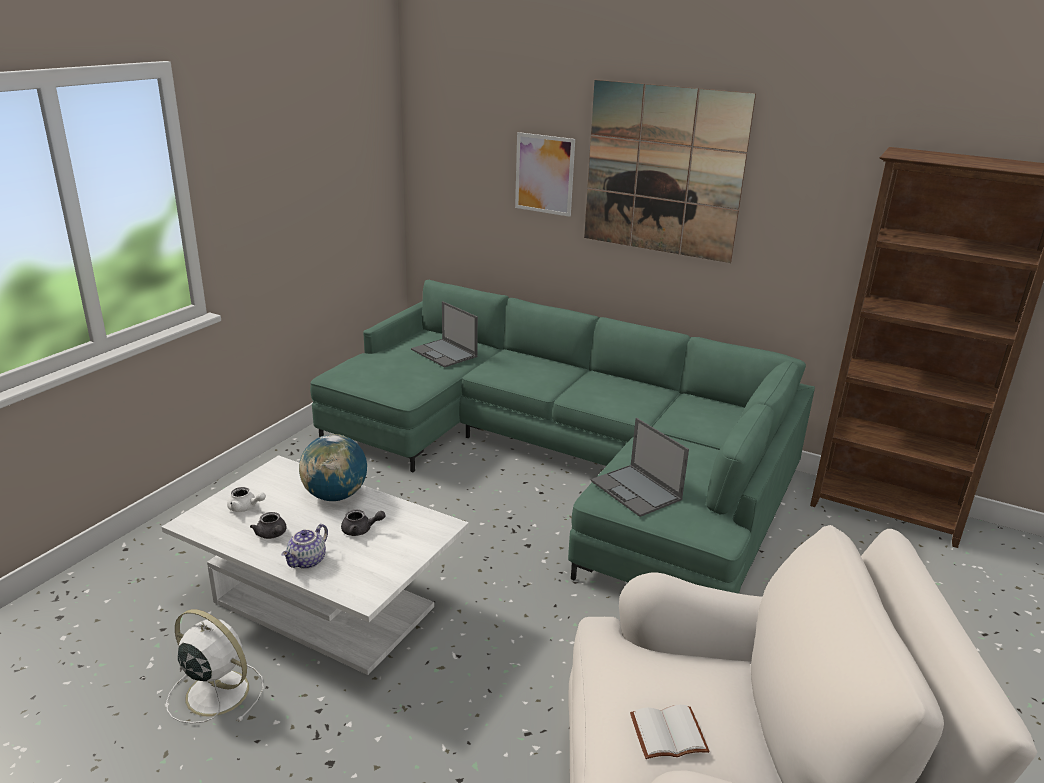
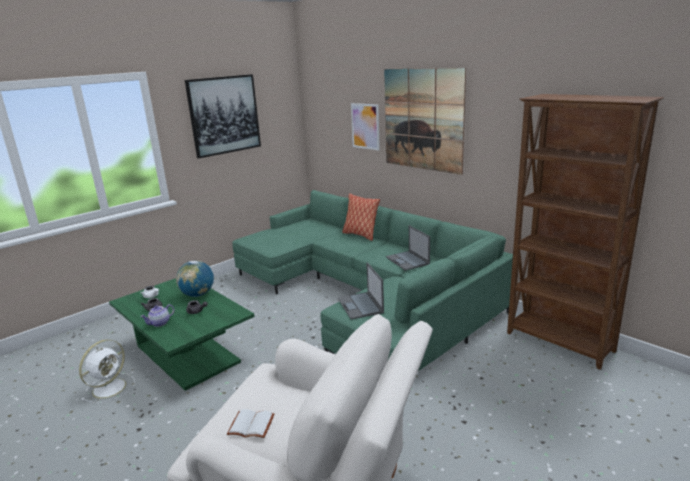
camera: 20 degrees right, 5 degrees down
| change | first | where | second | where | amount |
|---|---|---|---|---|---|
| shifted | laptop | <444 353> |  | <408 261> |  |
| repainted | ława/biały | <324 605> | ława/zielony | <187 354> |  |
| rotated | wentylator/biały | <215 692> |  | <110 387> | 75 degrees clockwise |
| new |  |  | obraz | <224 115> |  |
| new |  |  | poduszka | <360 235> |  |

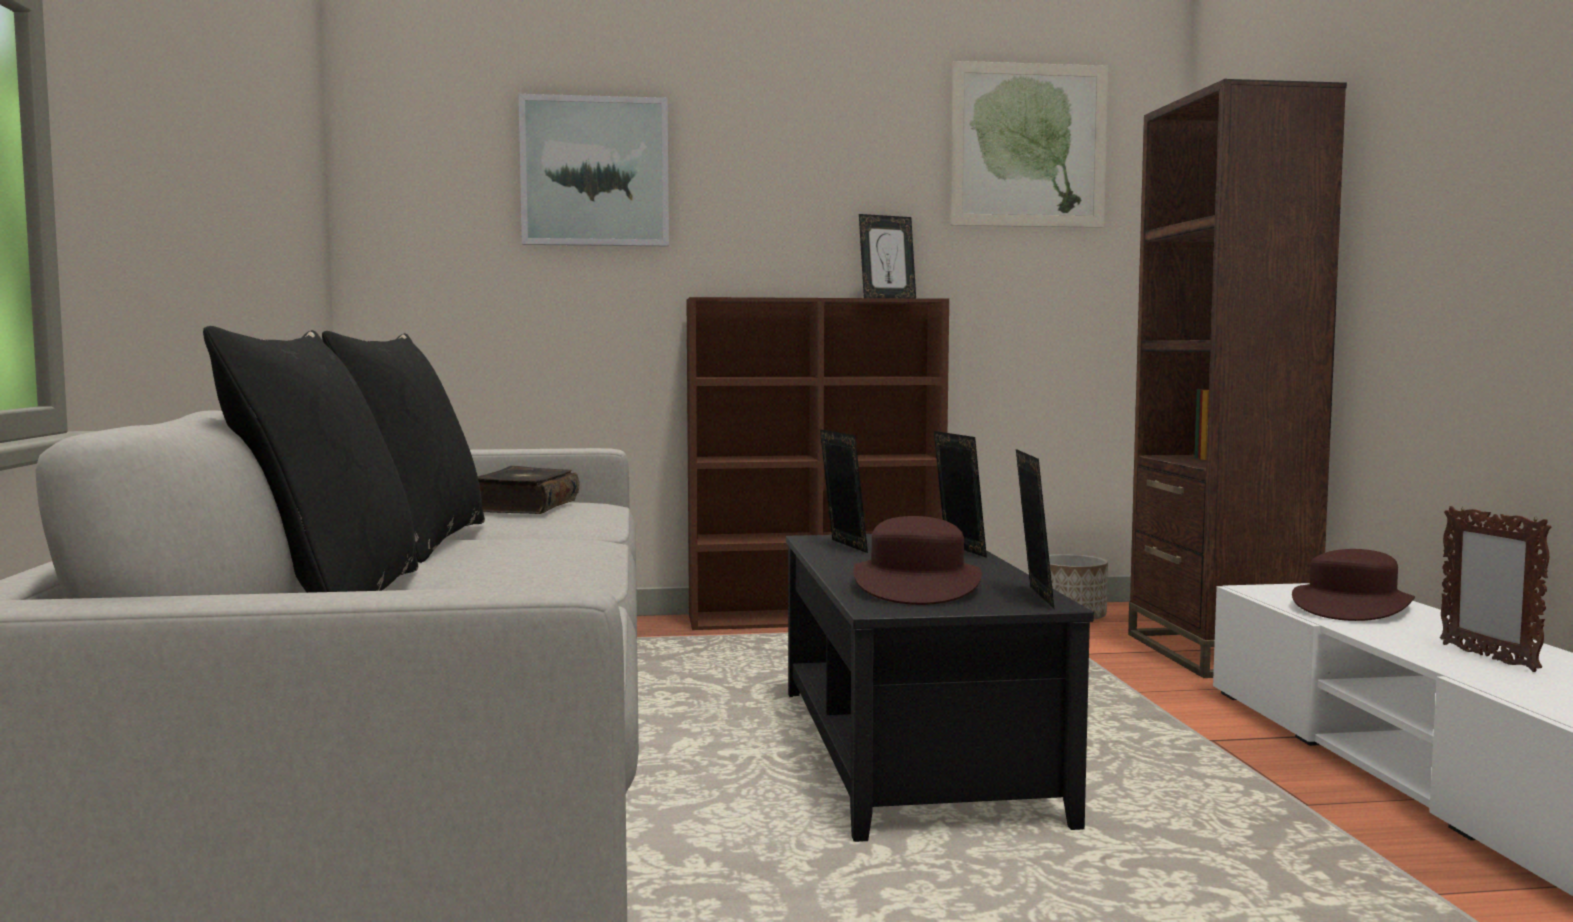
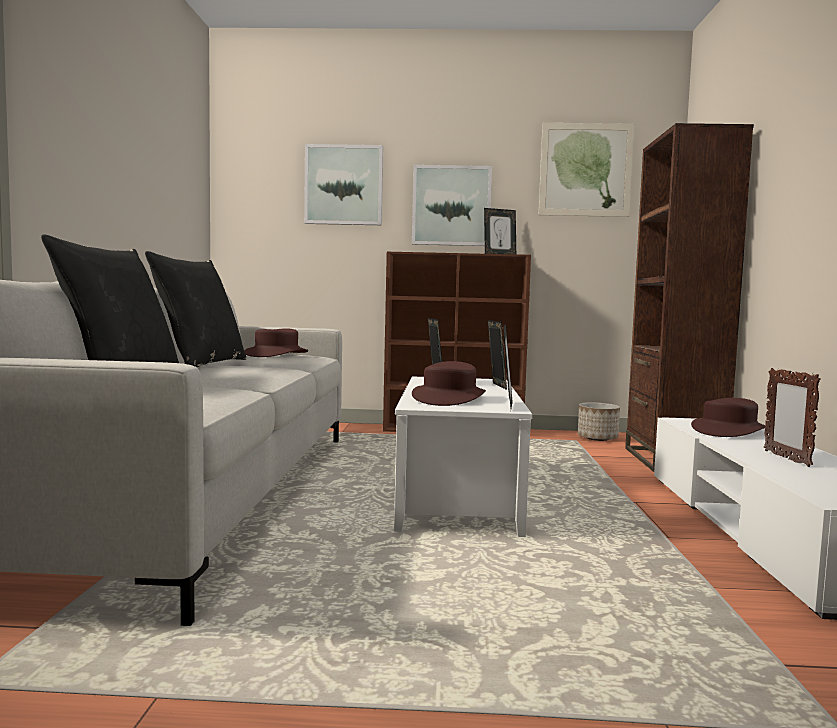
camera: 10 degrees right, 0 degrees up
| change | first | where | second | where | amount |
|---|---|---|---|---|---|
| swapped | książka | <524 507> | kapelusz/brązowy | <276 355> |  |
| repainted | ława/czarny | <908 754> | ława/biały | <455 495> |  |
| new |  |  | obraz | <451 206> |  |

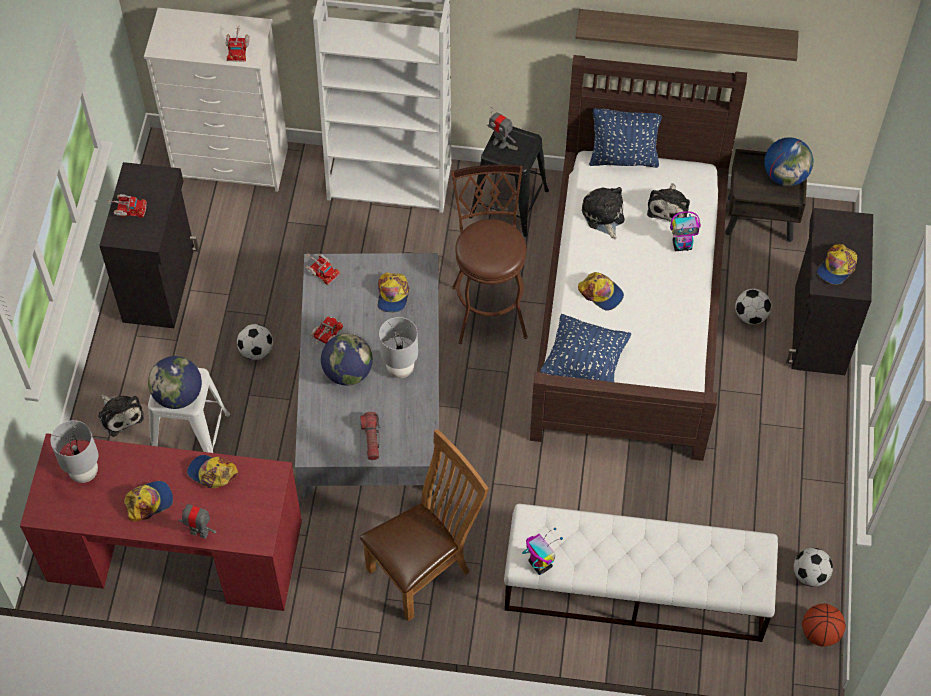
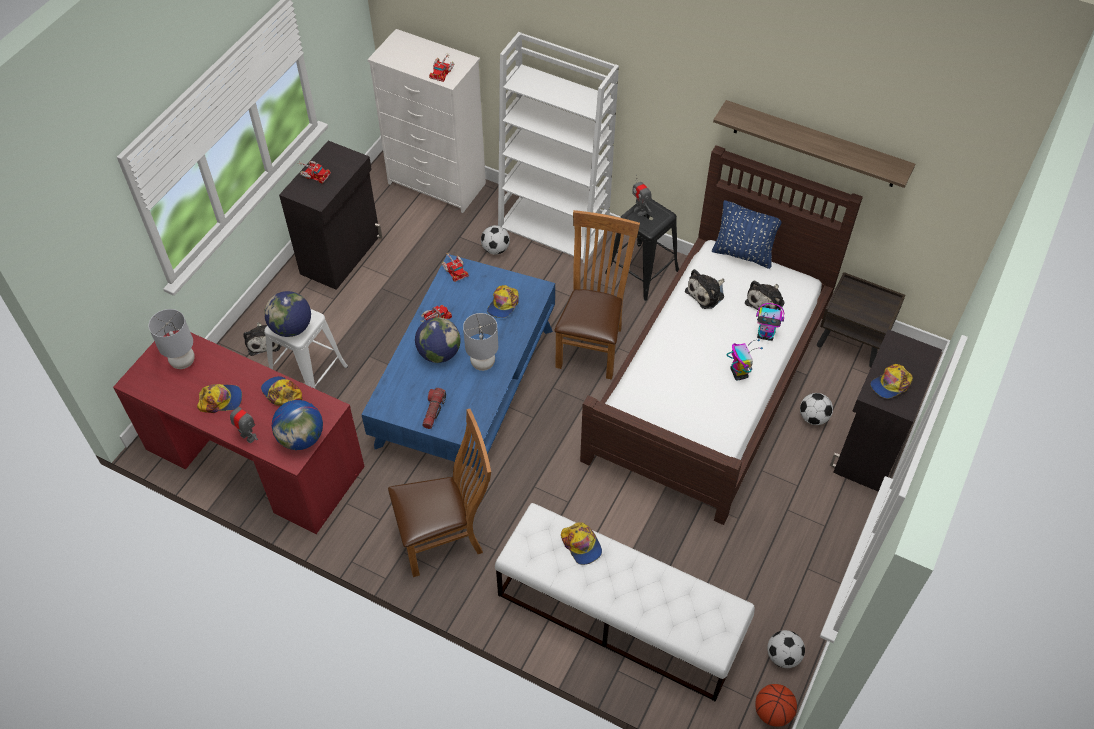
camera: 20 degrees right, 5 degrees down
| change | first | where | second | where | amount |
|---|---|---|---|---|---|
| shifted | globus | <785 176> |  | <302 438> |  |
| swapped | stołek/brązowy | <489 305> | krzesło/brązowy | <592 344> |  |
| rotated | pluszak | <603 216> |  | <706 293> | 135 degrees counterclockwise |
| repainted | ława/szary | <372 396> | ława/niebieski | <465 387> |  |
| shifted | czapka z daszkiem | <601 293> |  | <581 545> |  |
| gone | poduszka/niebieski | <585 363> |  |  |  |
| shifted | piłka futbolowa | <256 351> |  | <495 249> |  |
| shifted | robot zabawkowy | <539 564> |  | <738 373> |  |

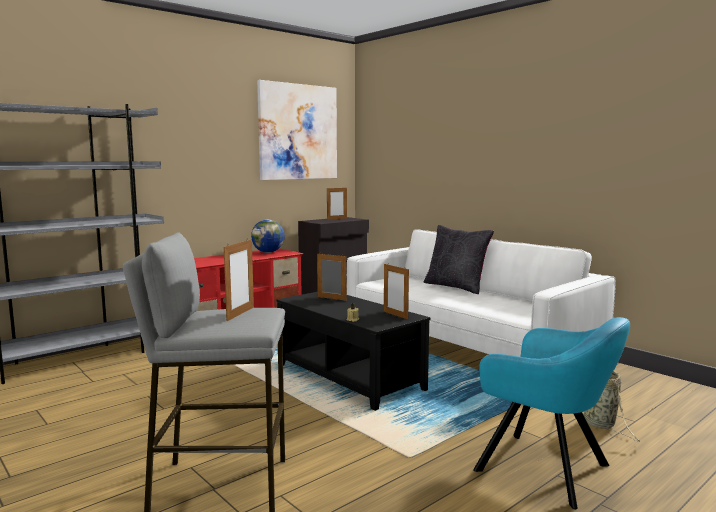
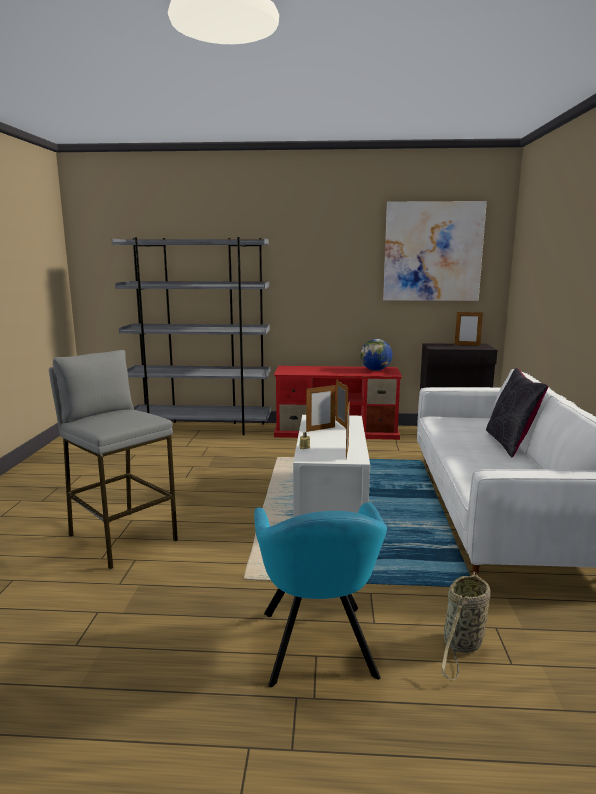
camera: 45 degrees right, 5 degrees up
| change | first | where | second | where | amount |
|---|---|---|---|---|---|
| shifted | ramka na zdjęcie | <240 314> |  | <320 429> |  |
| repainted | ława/czarny | <349 377> | ława/biały | <330 501> |  |

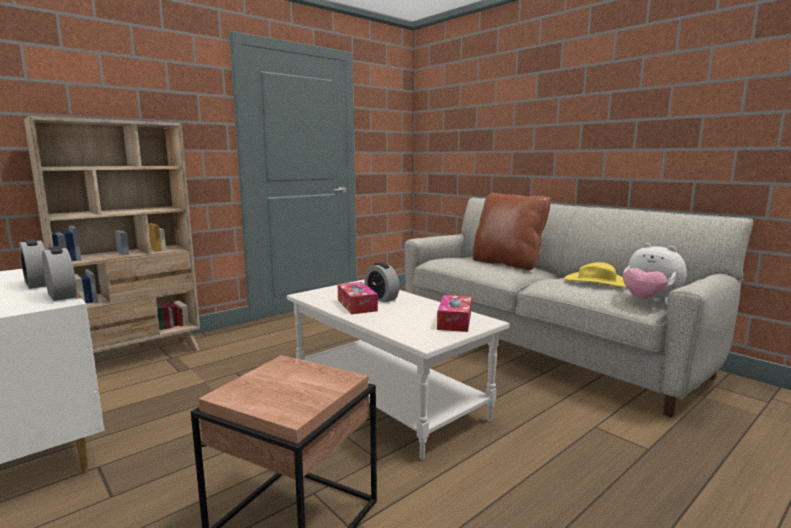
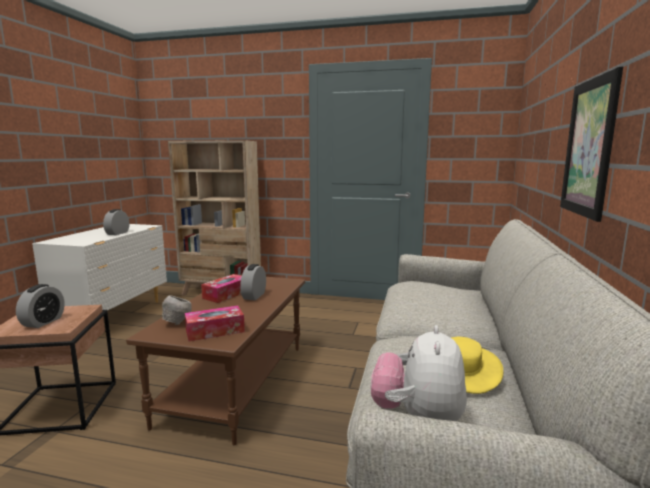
camera: 55 degrees right, 0 degrees up
| change | first | where | second | where | amount |
|---|---|---|---|---|---|
| gone | poduszka/brązowy | <507 264> |  |  |  |
| shifted | budzik | <62 295> |  | <43 322> |  |
| repainted | ława/biały | <389 398> | ława/brązowy | <237 383> |  |
| new |  |  | obraz | <589 147> |  |
| new |  |  | miska/szary | <177 323> |  |

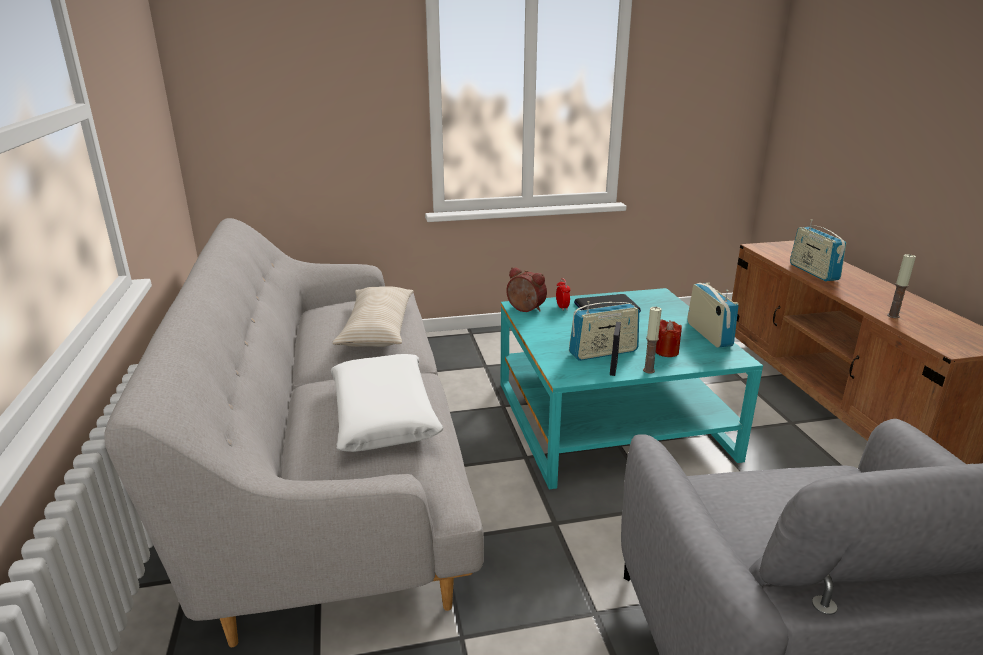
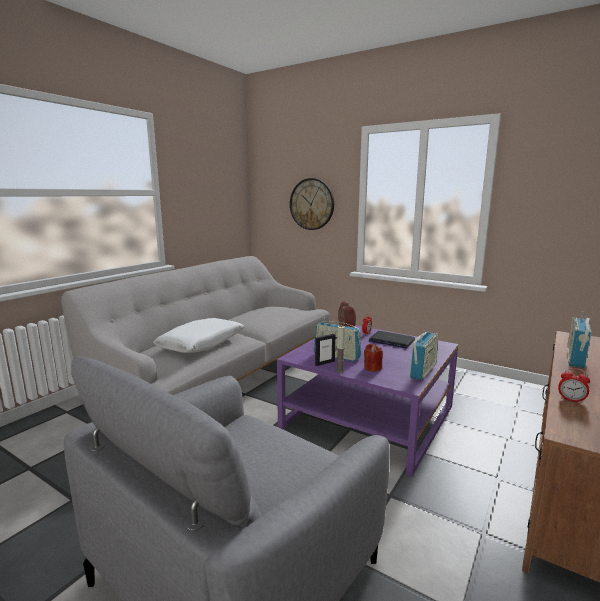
camera: 45 degrees right, 10 degrees down
| change | first | where | second | where | amount |
|---|---|---|---|---|---|
| swapped | świeca | <893 316> | budzik | <571 400> |  |
| gone | poduszka/beżowy | <377 328> |  |  |  |
| repainted | ława/turkusowy | <610 419> | ława/fioletowy | <368 416> |  |
| new |  |  | zegar ścienny | <312 204> |  |

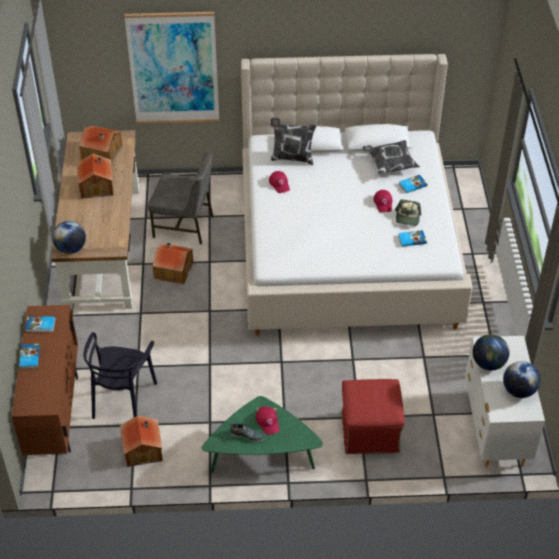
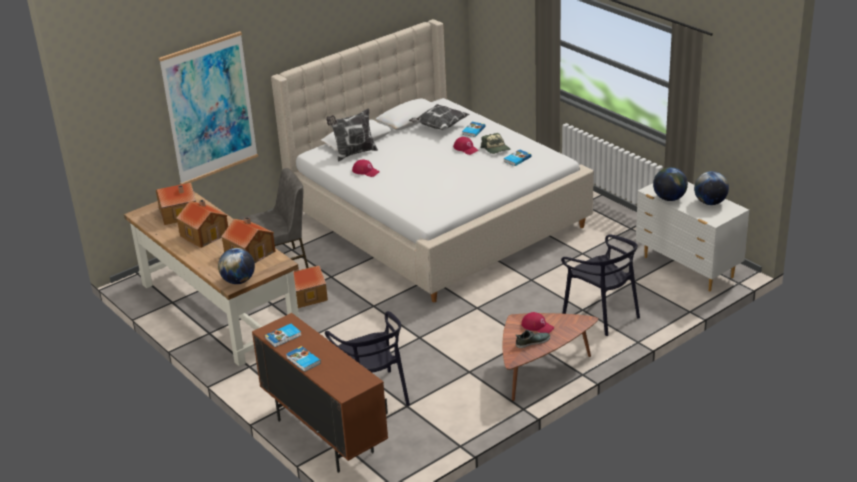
camera: 35 degrees left, 15 degrees down
| change | first | where | second | where | amount |
|---|---|---|---|---|---|
| swapped | pufa/czerwony | <369 432> | krzesło/czarny | <602 314> |  |
| repainted | ława/zielony | <262 455> | ława/brązowy | <540 369> |  |
| shifted | domek | <143 448> |  | <250 252> |  |

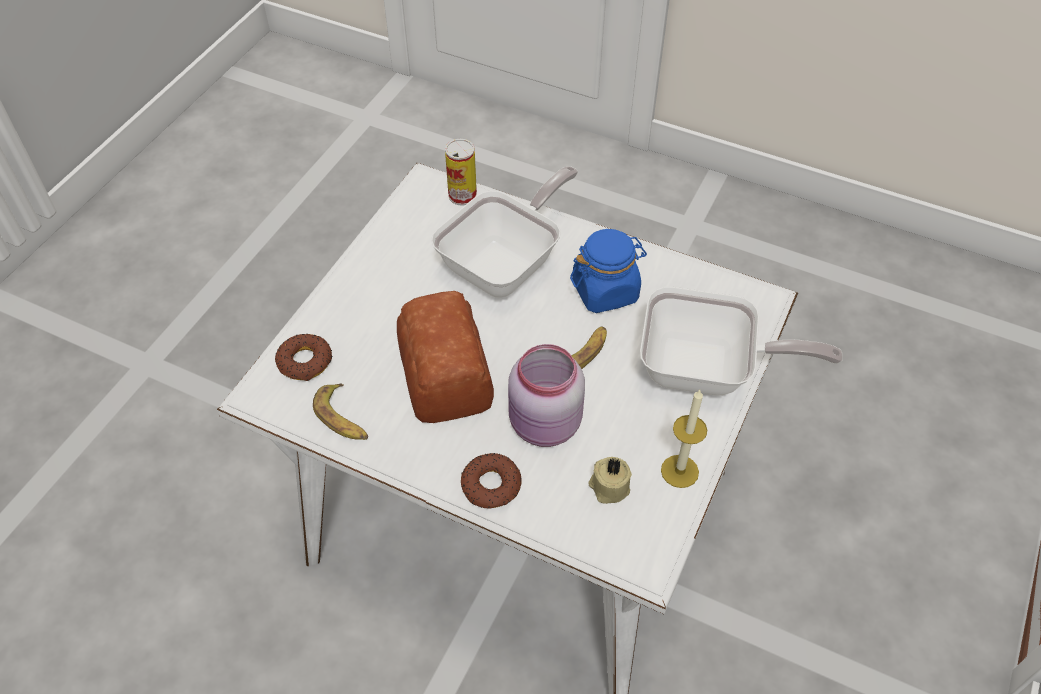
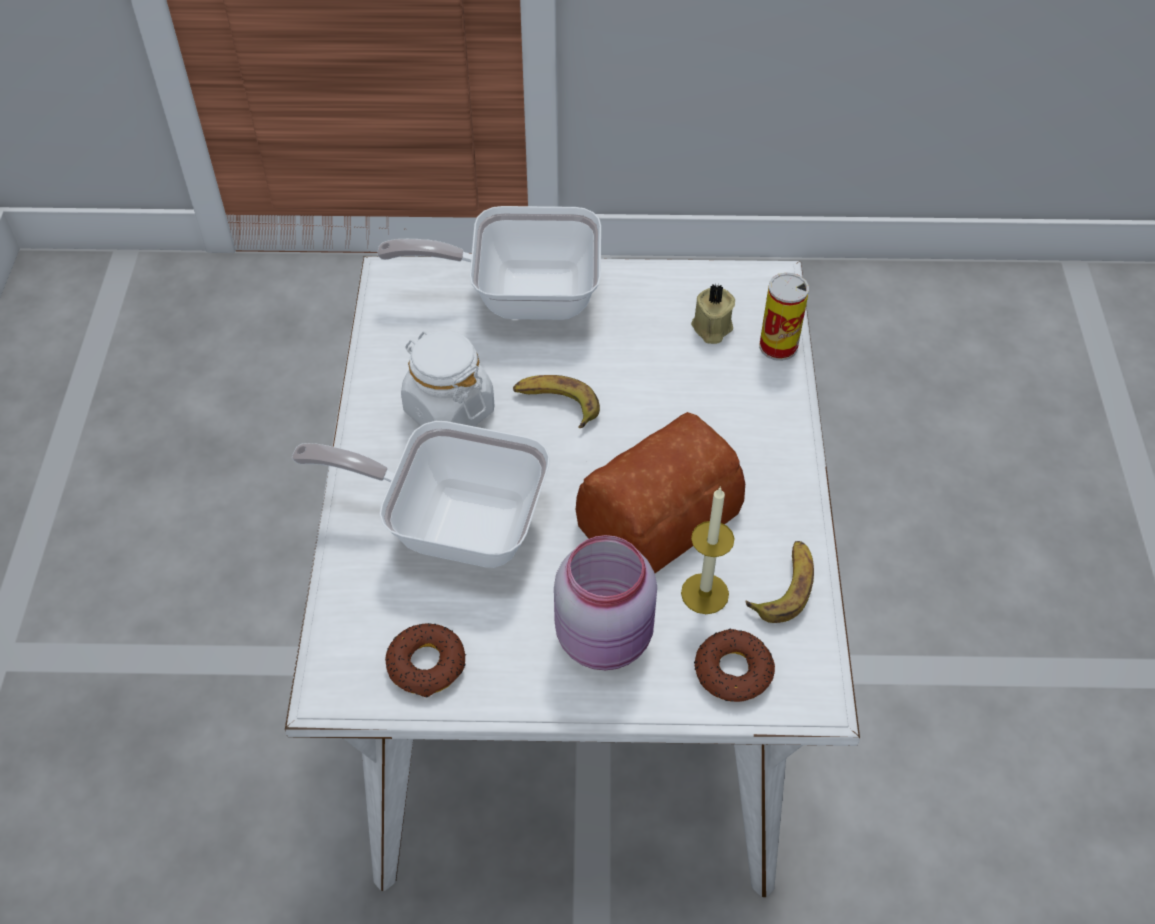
camera: 115 degrees left, 0 degrees up
| change | first | where | second | where | amount |
|---|---|---|---|---|---|
| shifted | puszka | <462 195> |  | <778 346> |  |
| repainted | słoik/niebieski | <605 291> | słoik/biały | <448 410> |  |
| rotated | patelnia | <707 371> |  | <520 295> | 75 degrees counterclockwise |
| shifted | słoik/różowy | <544 426> |  | <607 637> |  |
| shifted | świeca | <679 471> |  | <704 593> |  |
| shifted | donut | <490 485> |  | <426 664> |  |

